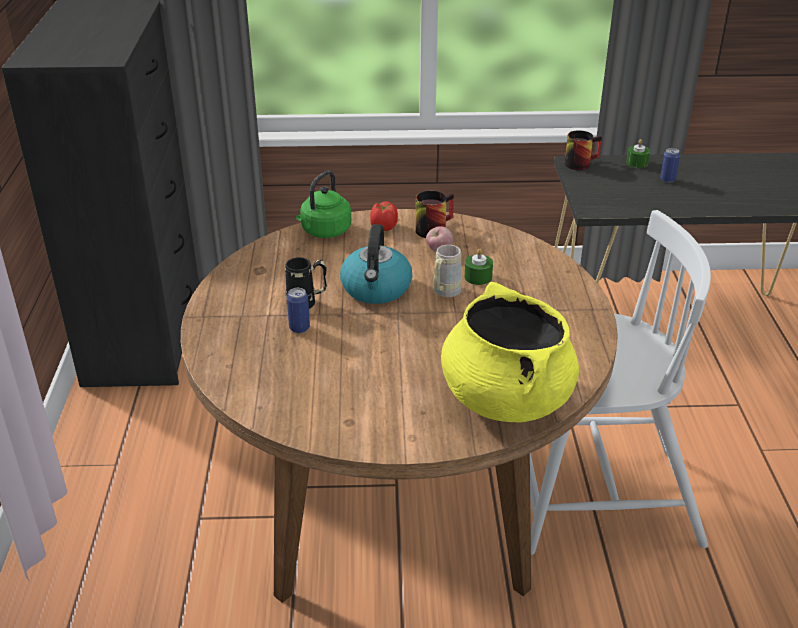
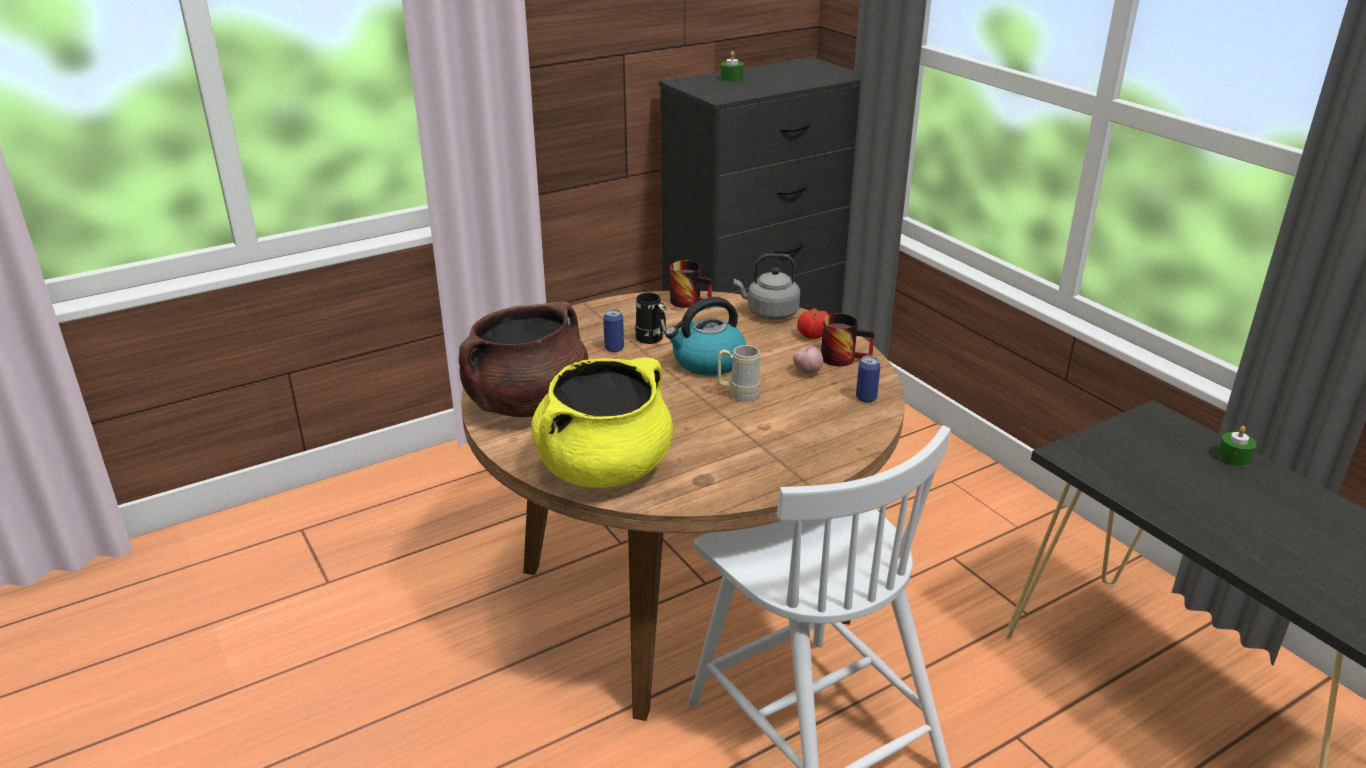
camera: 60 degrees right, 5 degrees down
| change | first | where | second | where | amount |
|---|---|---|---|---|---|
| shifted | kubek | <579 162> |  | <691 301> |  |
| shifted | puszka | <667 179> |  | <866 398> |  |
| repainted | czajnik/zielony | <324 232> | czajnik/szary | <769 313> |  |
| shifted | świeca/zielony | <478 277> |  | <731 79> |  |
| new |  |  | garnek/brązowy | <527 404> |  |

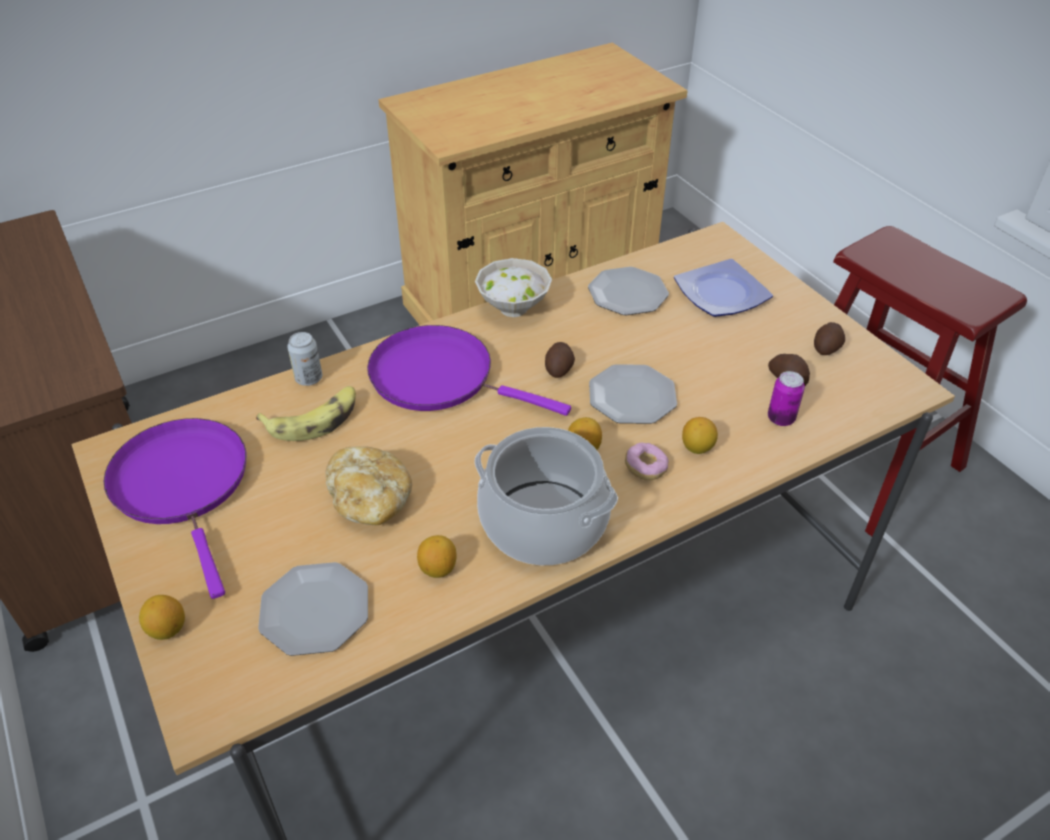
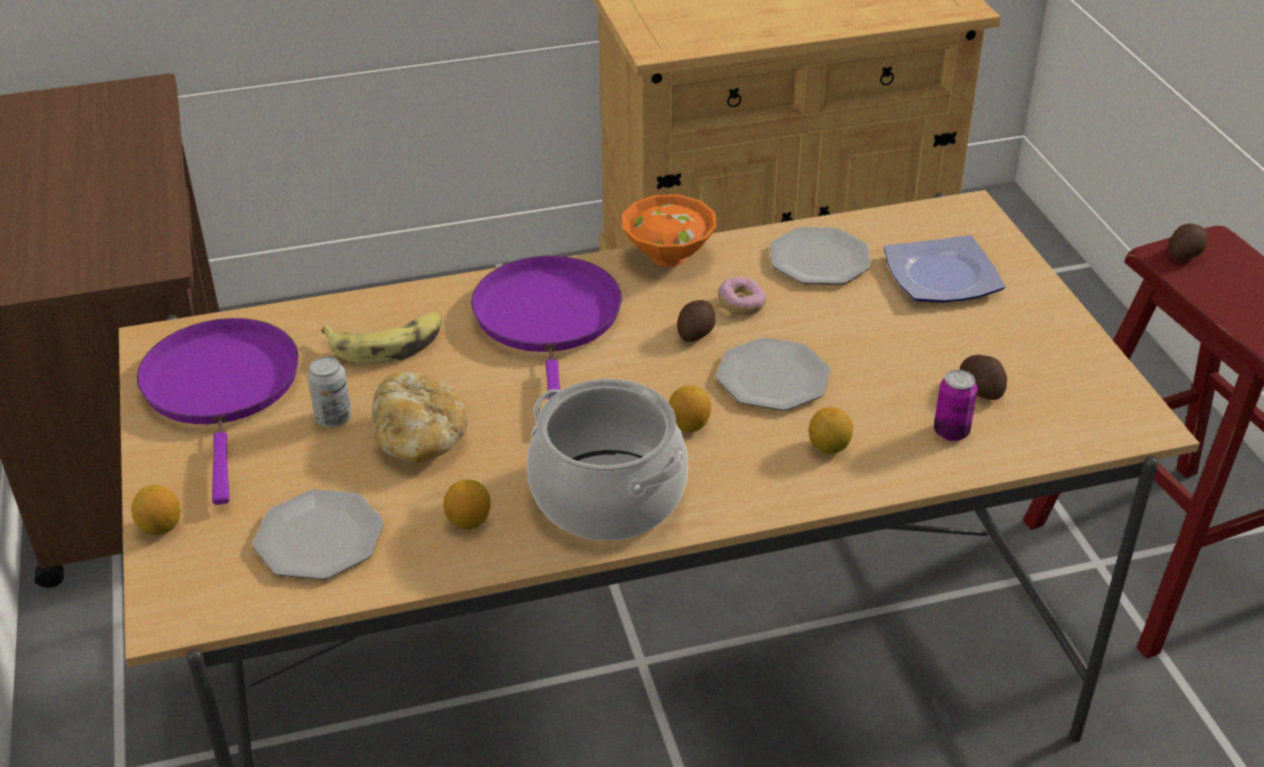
camera: 15 degrees right, 5 degrees down
| change | first | where | second | where | amount |
|---|---|---|---|---|---|
| repainted | miska/biały | <513 307> | miska/pomarańczowy | <668 255> |  |
| shifted | ziemniak | <827 347> |  | <1186 253> |  |
| rotated | patelnia/fioletowy | <439 377> |  | <549 320> | 45 degrees clockwise |
| shifted | puszka | <309 378> |  | <333 418> |  |
| shifted | donut | <645 468> |  | <741 305> |  |

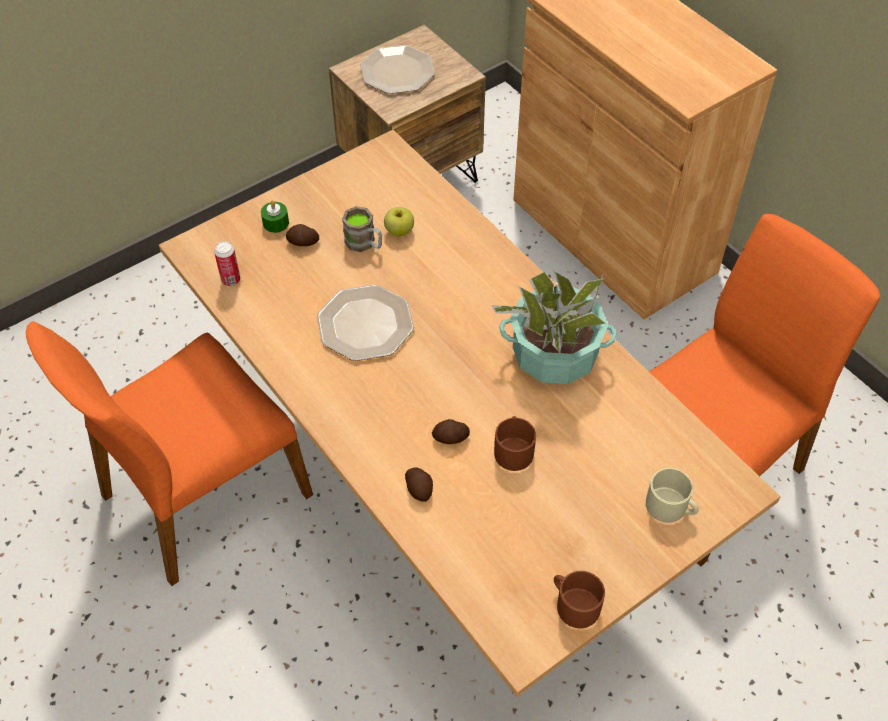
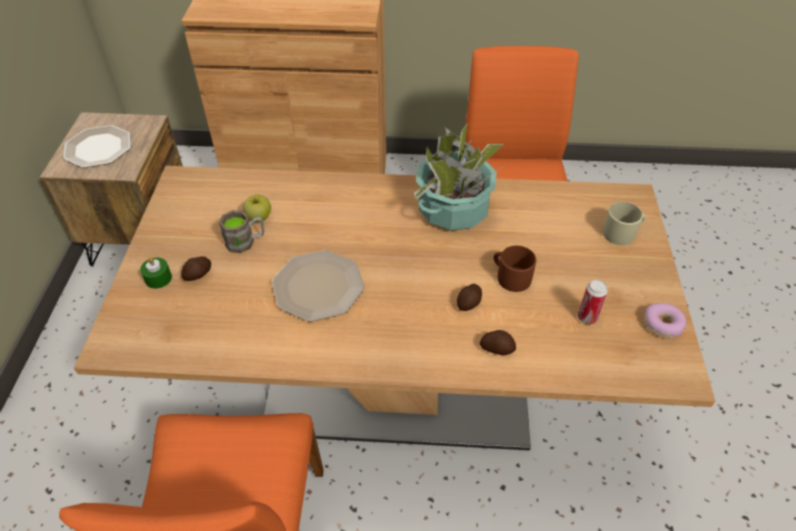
camera: 50 degrees left, 5 degrees down
| change | first | where | second | where | amount |
|---|---|---|---|---|---|
| shifted | puszka | <231 280> |  | <587 318> |  |
| swapped | kubek/brązowy | <574 604> | donut | <663 324> |  |

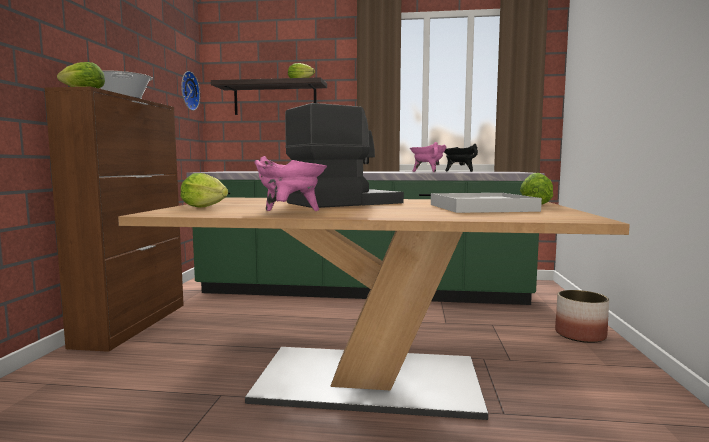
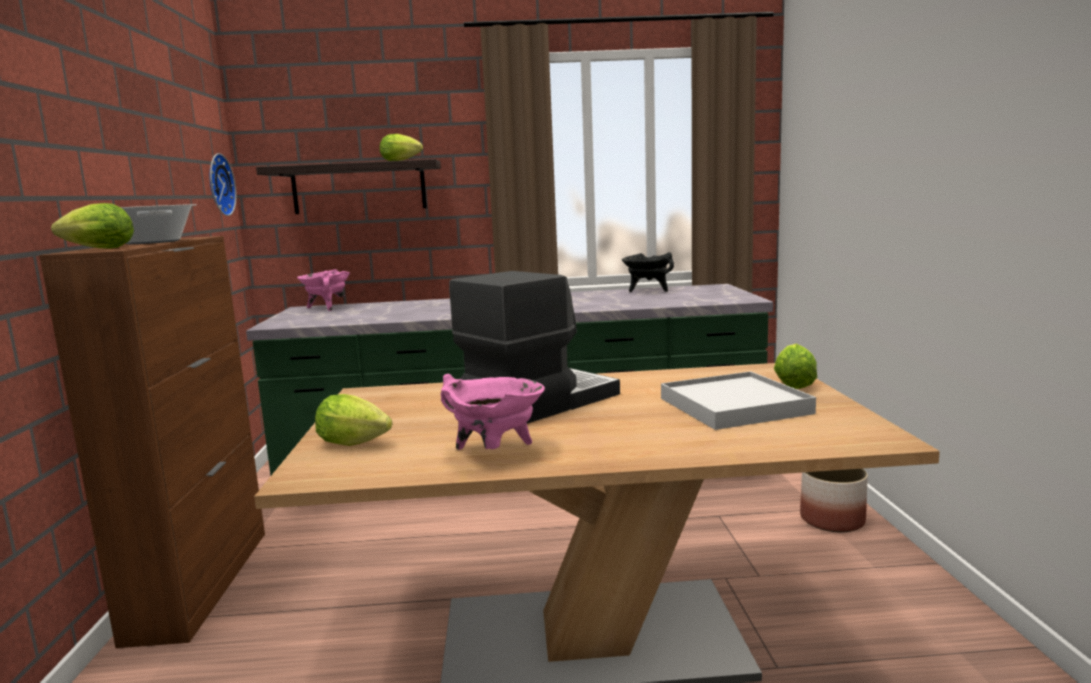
camera: 10 degrees left, 5 degrees up
| change | first | where | second | where | amount |
|---|---|---|---|---|---|
| shifted | garnek/różowy | <427 172> |  | <326 308> |  |

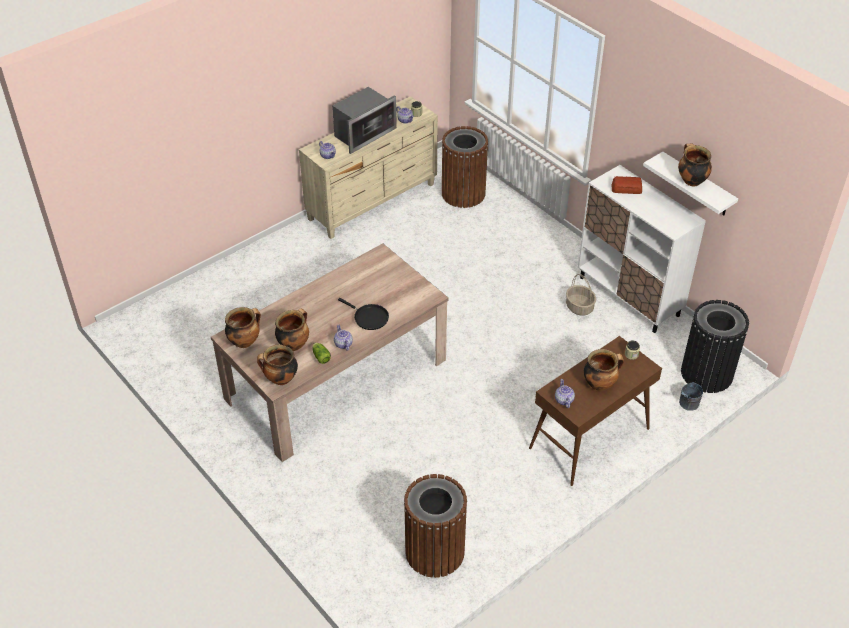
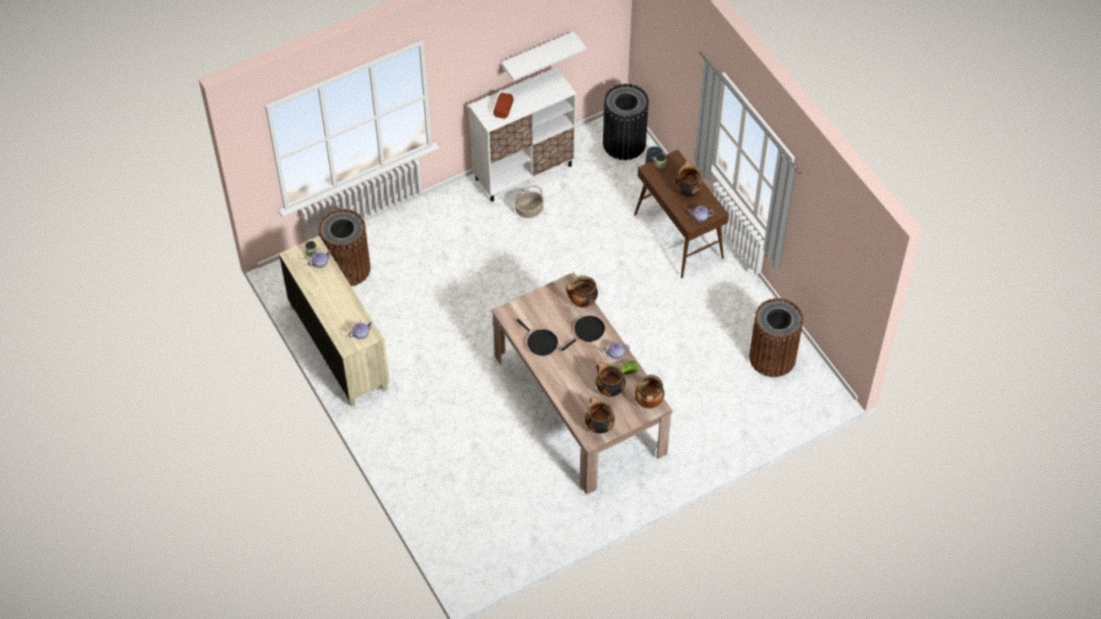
camera: 80 degrees left, 10 degrees up
| change | first | where | second | where | amount |
|---|---|---|---|---|---|
| gone | mikrofalówka | <363 133> |  |  |  |
| shifted | garnek | <691 181> |  | <582 302> |  |
| new |  |  | patelnia/czarny | <540 342> |  |

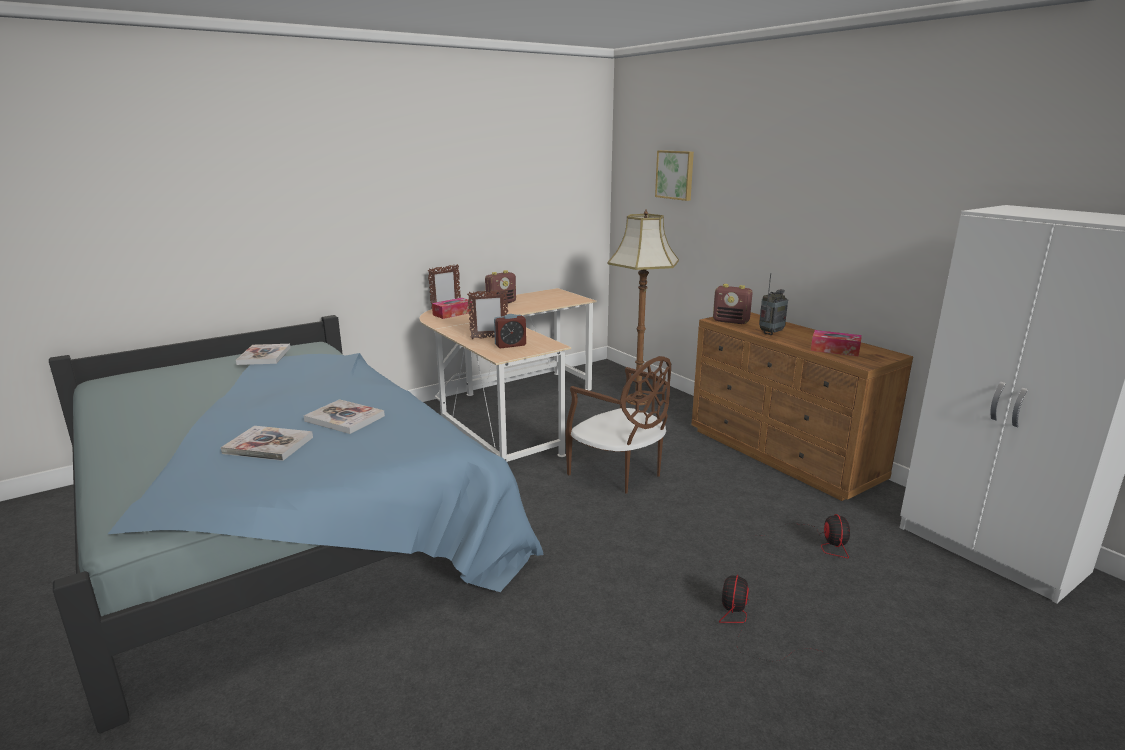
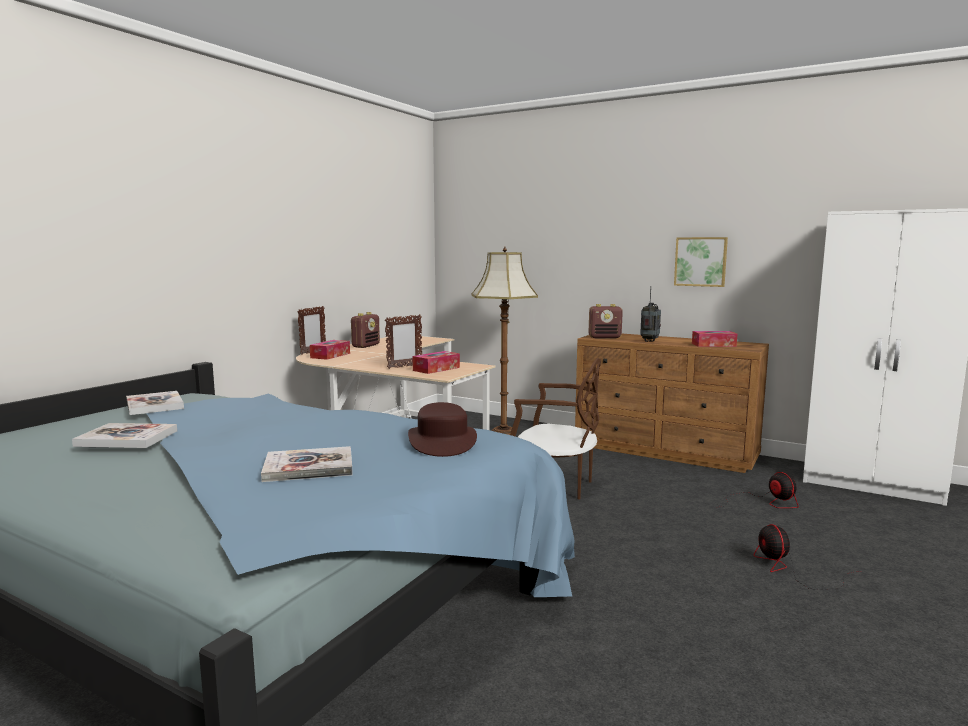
camera: 25 degrees left, 10 degrees down
| change | first | where | second | where | amount |
|---|---|---|---|---|---|
| shifted | obraz | <675 175> |  | <700 261> |  |
| swapped | budzik | <510 345> | pudełko chusteczek | <436 369> |  |
| shifted | książka | <344 418> |  | <127 438> |  |
| new |  |  | kapelusz/brązowy | <442 441> |  |

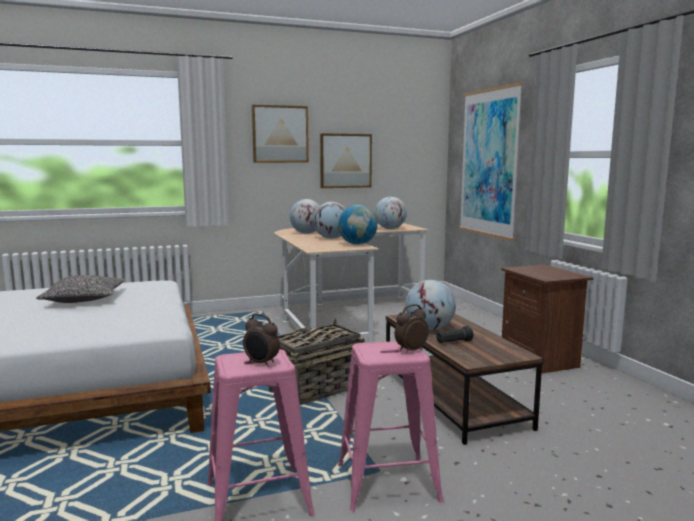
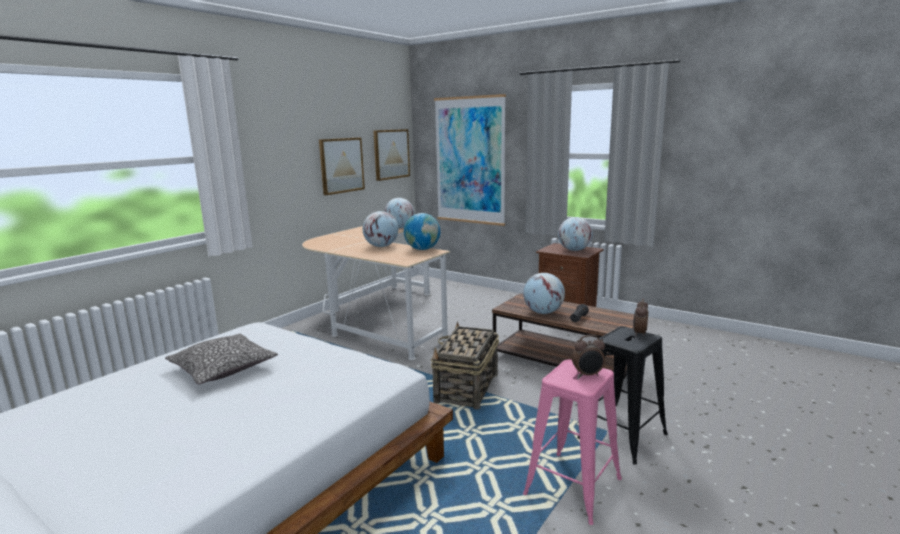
camera: 35 degrees left, 5 degrees up
| change | first | where | second | where | amount |
|---|---|---|---|---|---|
| shifted | obraz | <280 134> |  | <391 154> |  |
| shifted | globus | <306 233> |  | <574 250> |  |
| repainted | stołek/różowy | <388 482> | stołek/czarny | <622 435> |  |

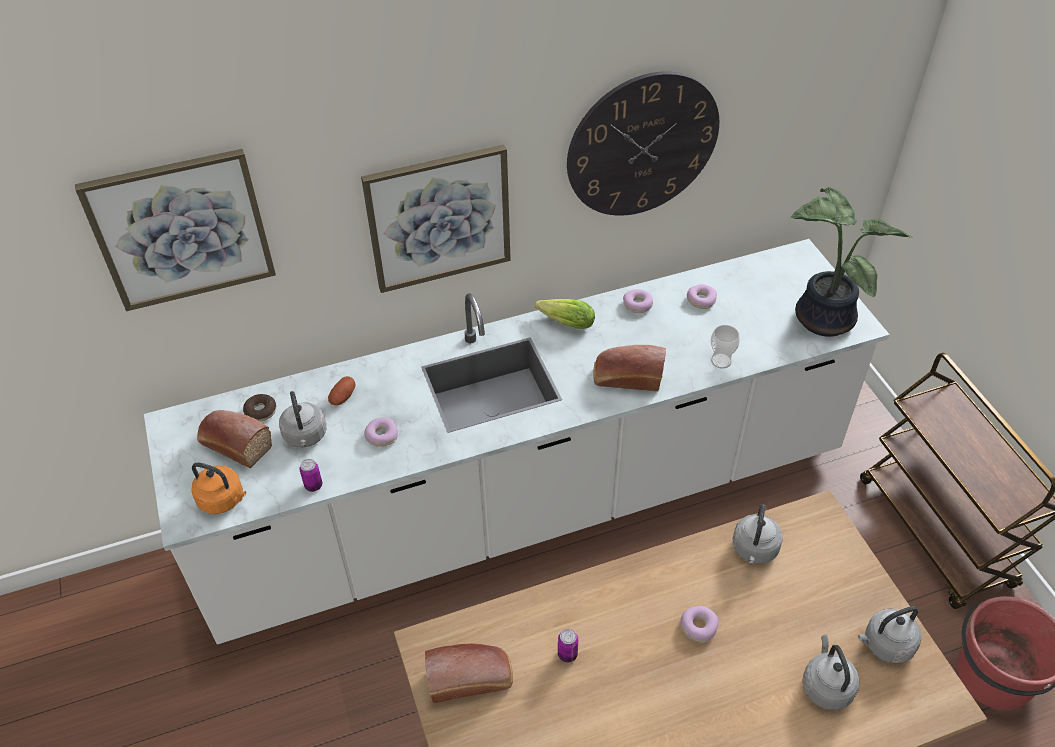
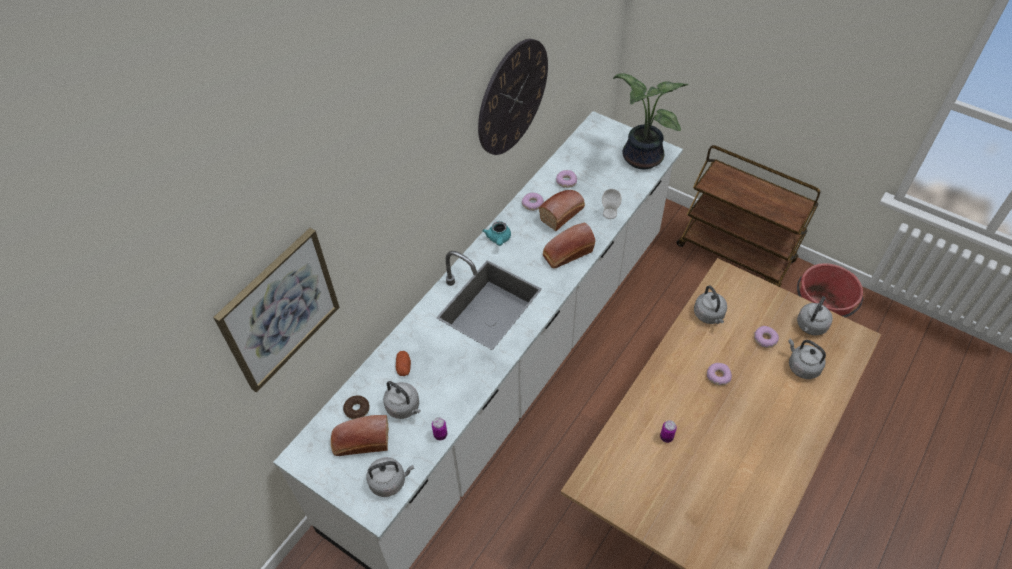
camera: 35 degrees left, 5 degrees up
| change | first | where | second | where | amount |
|---|---|---|---|---|---|
| gone | obraz | <439 218> |  |  |  |
| swapped | sałata | <564 322> | imbryk/turkusowy | <498 239> |  |
| shifted | donut | <381 436> |  | <765 339> |  |
| repainted | czajnik/pomarańczowy | <223 500> | czajnik/szary | <389 481> |  |
| shifted | chleb | <471 679> |  | <563 213> |  |

